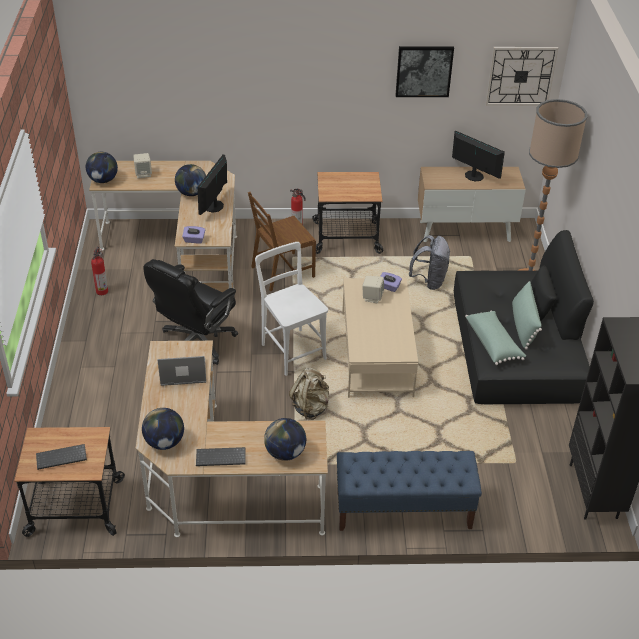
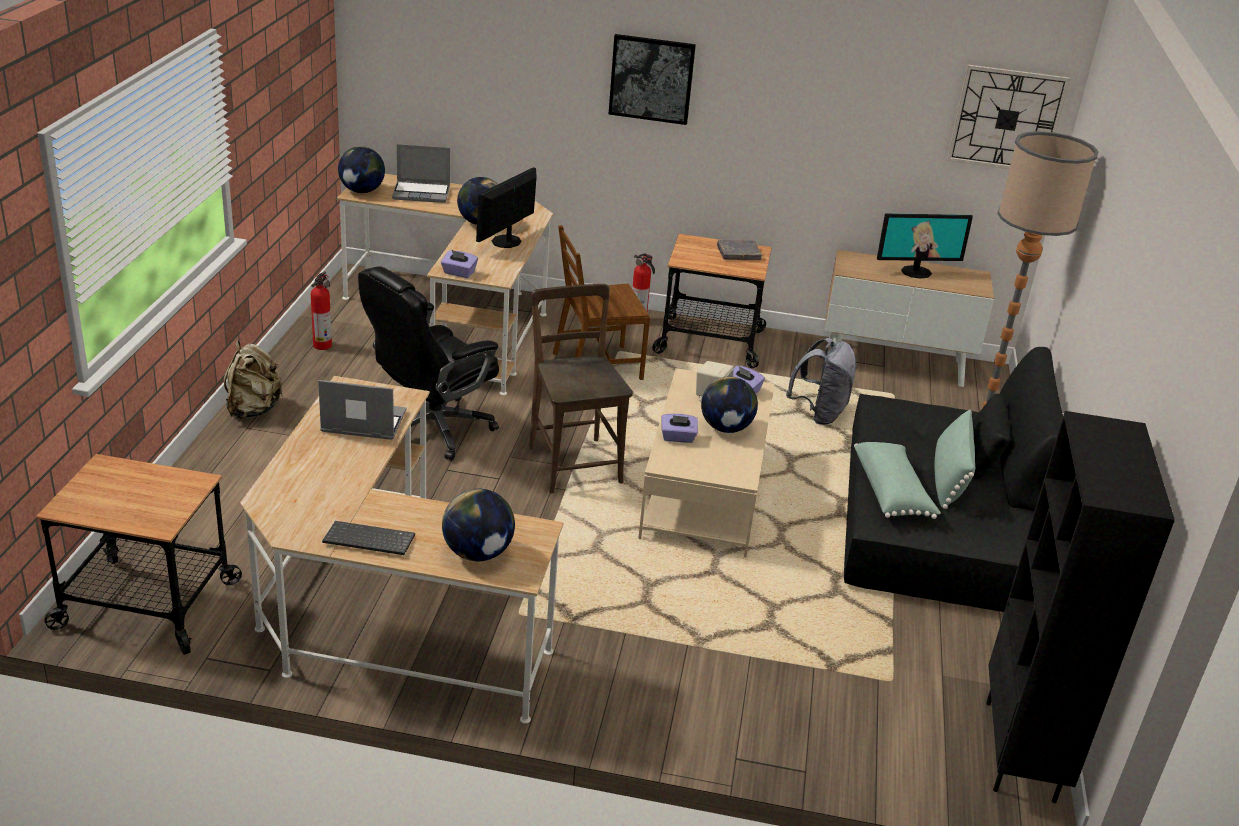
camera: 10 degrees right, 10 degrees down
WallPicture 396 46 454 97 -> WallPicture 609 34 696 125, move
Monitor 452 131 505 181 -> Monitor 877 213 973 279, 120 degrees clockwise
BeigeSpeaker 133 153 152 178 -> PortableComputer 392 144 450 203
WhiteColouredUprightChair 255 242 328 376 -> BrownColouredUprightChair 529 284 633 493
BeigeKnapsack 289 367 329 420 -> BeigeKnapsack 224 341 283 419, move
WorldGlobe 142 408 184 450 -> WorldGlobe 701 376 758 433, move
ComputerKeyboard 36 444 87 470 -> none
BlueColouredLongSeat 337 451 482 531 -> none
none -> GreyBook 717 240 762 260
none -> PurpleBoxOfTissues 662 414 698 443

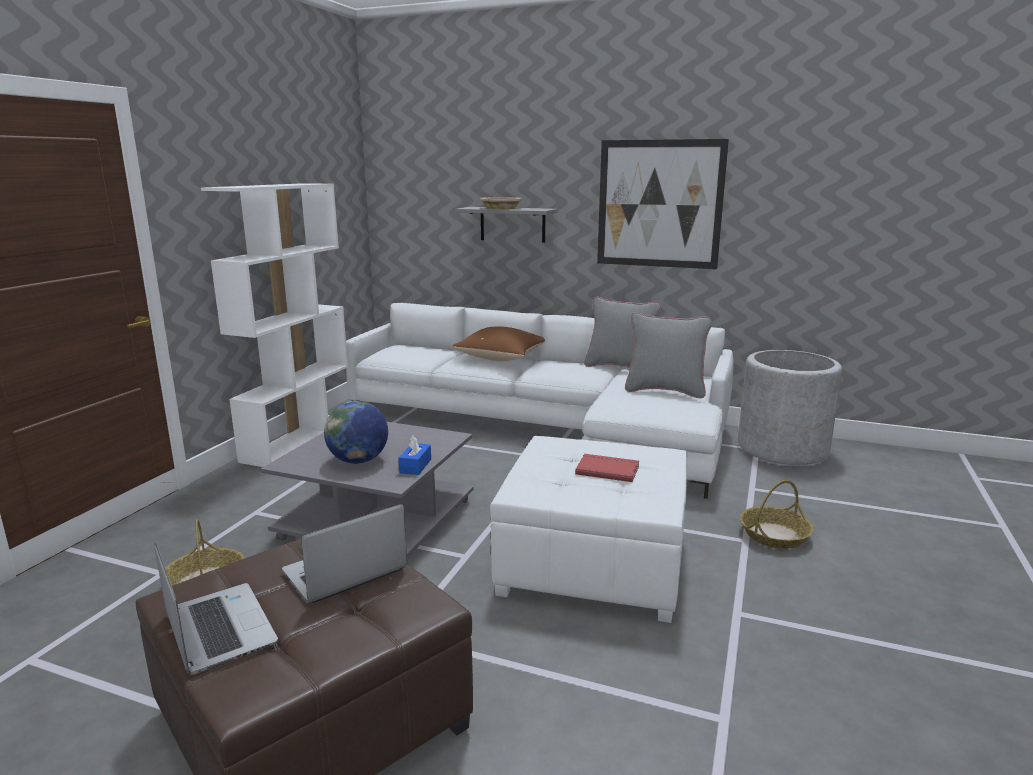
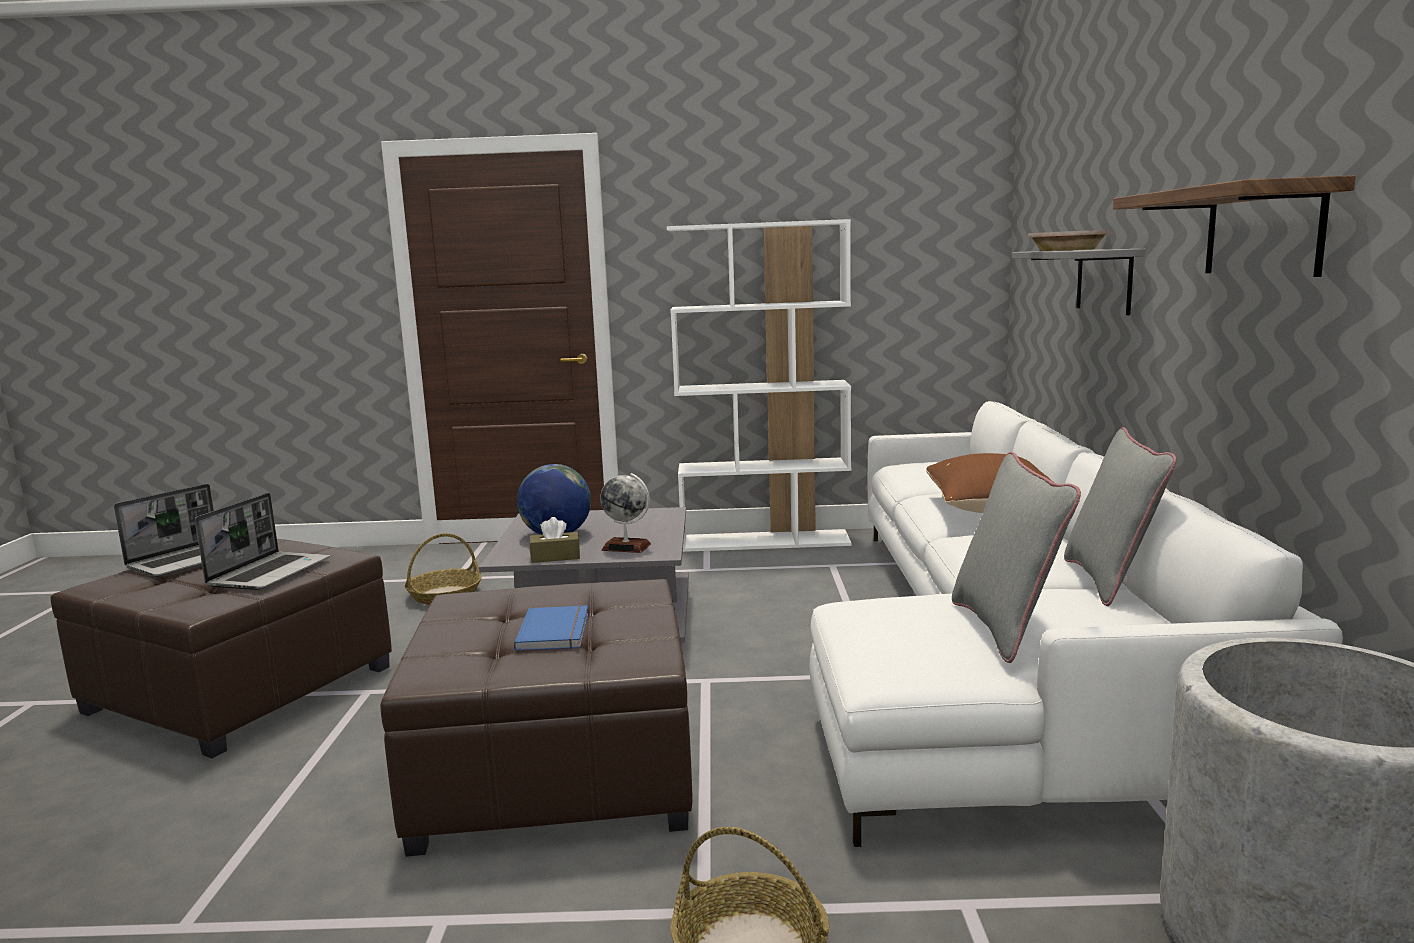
camera: 70 degrees right, 5 degrees down
WallPicture 597 139 729 269 -> Shelf 1113 175 1356 277
BlueColouredBoxOfTissues 399 436 431 475 -> BrownColouredBoxOfTissues 530 517 580 563
WhiteColouredPouffe 490 436 687 623 -> BrownColouredPouffe 380 579 693 857
RedColouredBook 575 454 639 482 -> BlueColouredBook 514 605 589 651
PortableComputer 282 504 407 603 -> PortableComputer 195 493 330 590, 75 degrees clockwise
none -> WorldGlobe 600 473 651 553

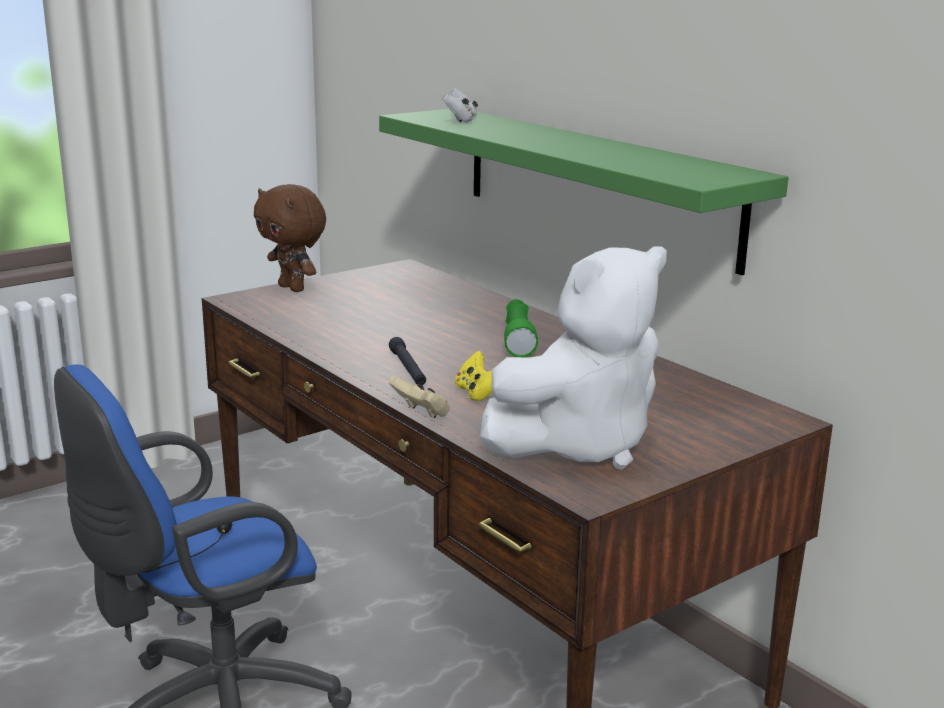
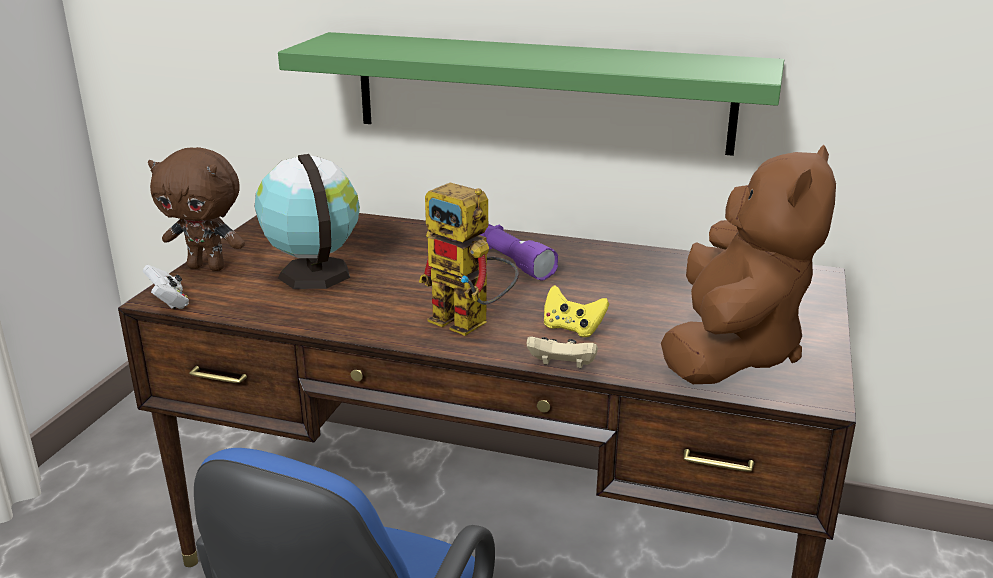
camera: 35 degrees left, 5 degrees up
WhiteColouredJoypad 442 88 478 123 -> WhiteColouredJoypad 143 265 189 309, move
WhiteColouredCuddlyToy 480 246 667 469 -> BrownColouredCuddlyToy 661 145 836 384
GreenColouredHandTorch 504 299 538 357 -> PurpleHandTorch 480 224 558 281
BlackHandTorch 389 337 426 385 -> RobotFigure 419 183 519 336
none -> WorldGlobe 254 154 360 289

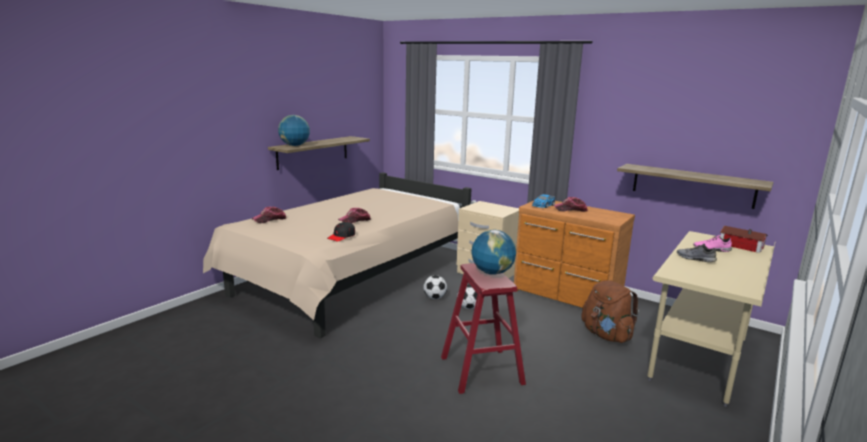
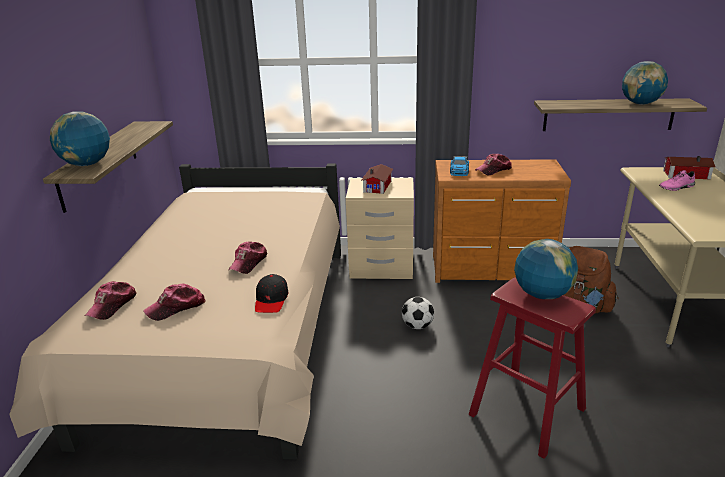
camera: 30 degrees left, 10 degrees up
GreyShoe 677 244 717 262 -> none
Football 423 275 447 299 -> none
none -> WorldGlobe 622 61 668 105
none -> ModelHouse 361 164 393 194
none -> BaseballCap 143 284 205 321

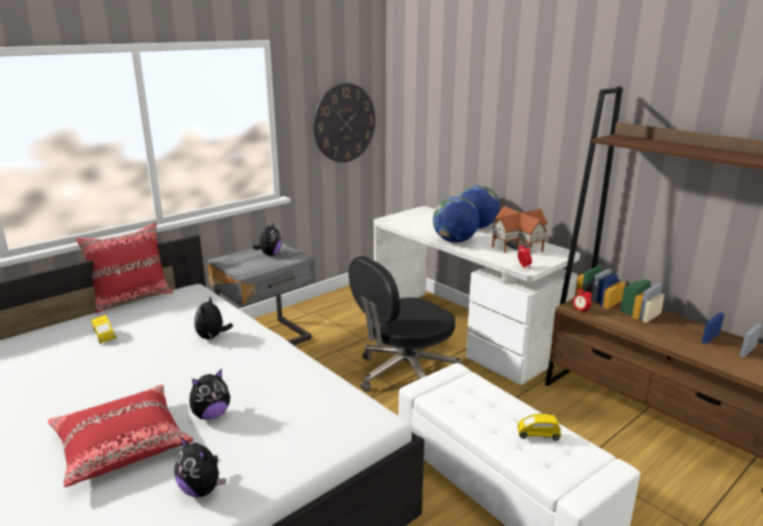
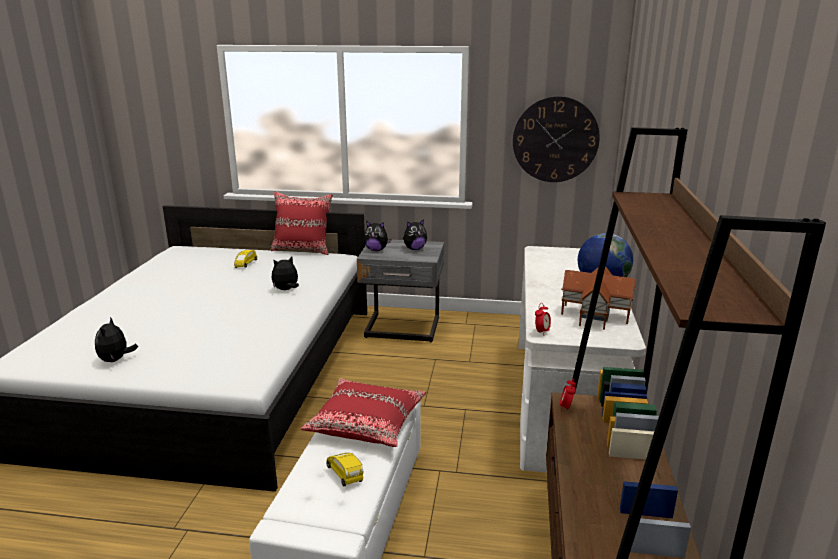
camera: 50 degrees right, 0 degrees up
WorldGlobe 433 197 479 243 -> none
BlackOfficeChair 349 256 461 391 -> none
CuddlyToy 189 369 230 420 -> CuddlyToy 364 221 391 251, move
RedColouredCushion 48 385 194 487 -> RedColouredCushion 301 379 426 447, move

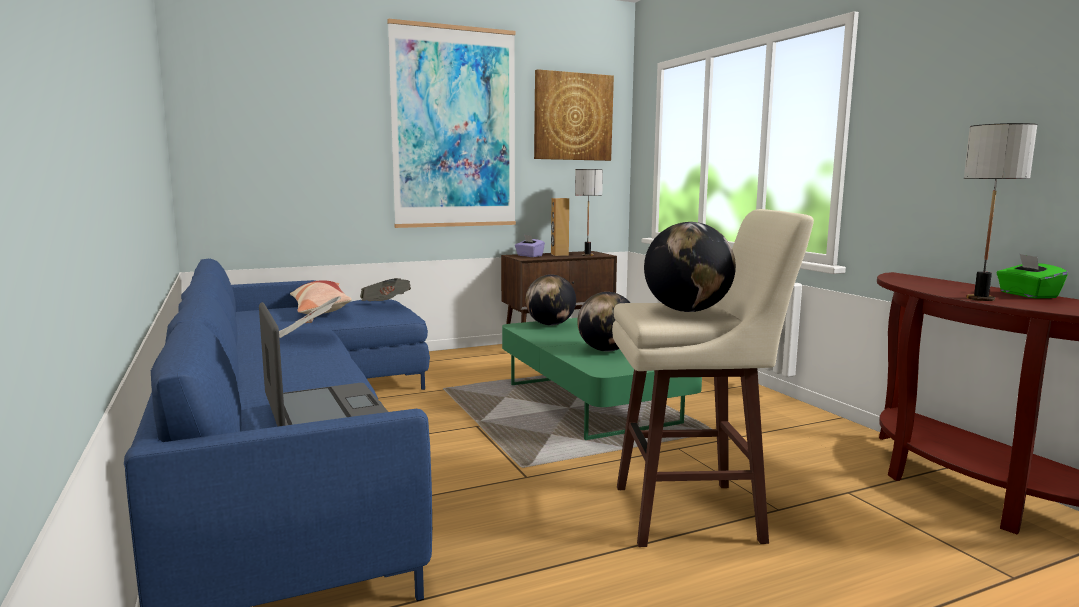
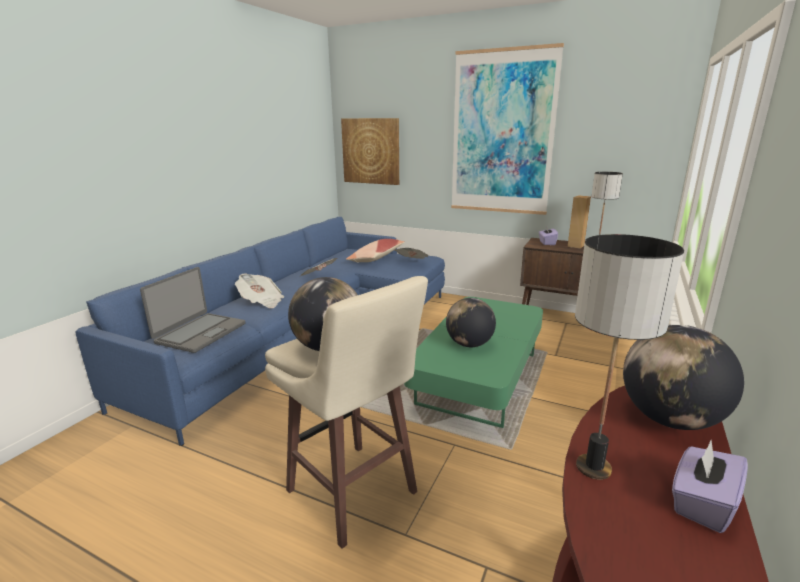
camera: 50 degrees right, 10 degrees up
WallPicture 534 69 614 161 -> WallPicture 341 118 399 185, move
GreenColouredBoxOfTissues 997 254 1068 298 -> PurpleBoxOfTissues 672 441 748 533
WorldGlobe 526 274 576 325 -> WorldGlobe 623 325 744 430, move
none -> PrintedPaper 235 274 285 308

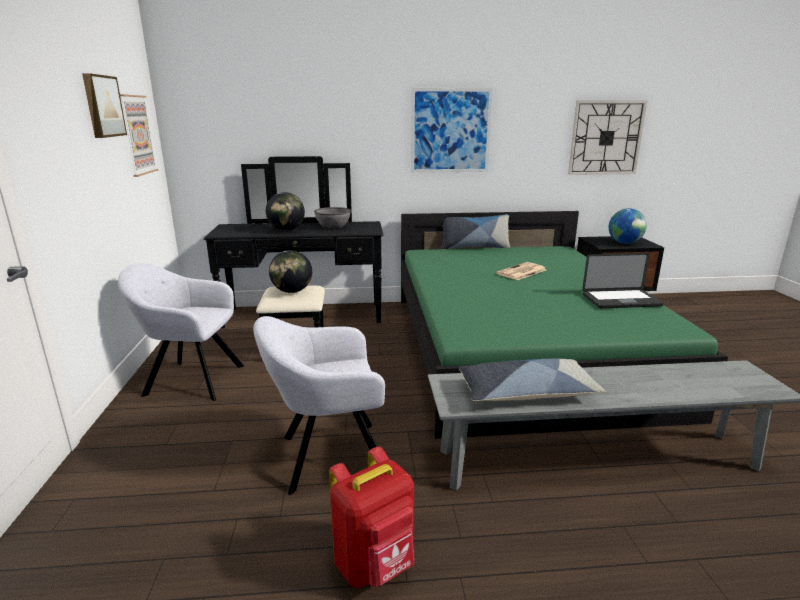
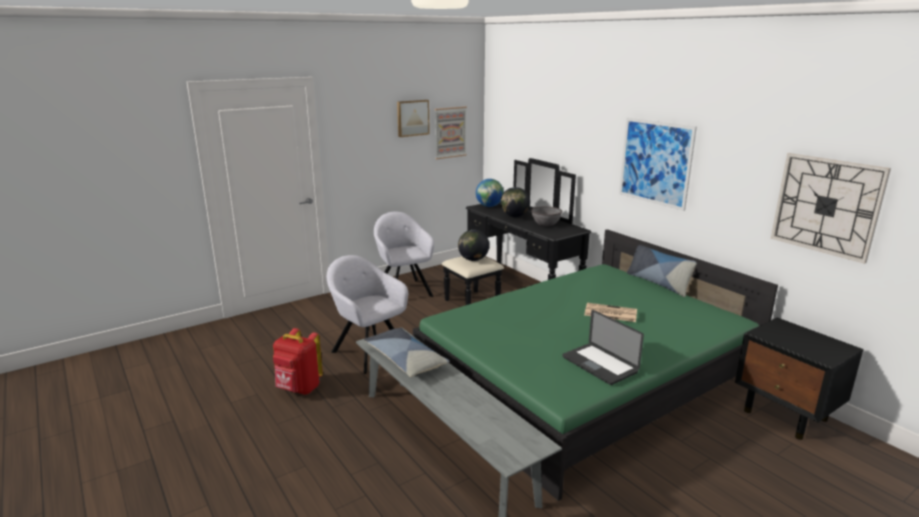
camera: 60 degrees right, 0 degrees up
WorldGlobe 609 208 647 244 -> WorldGlobe 476 179 504 207, move

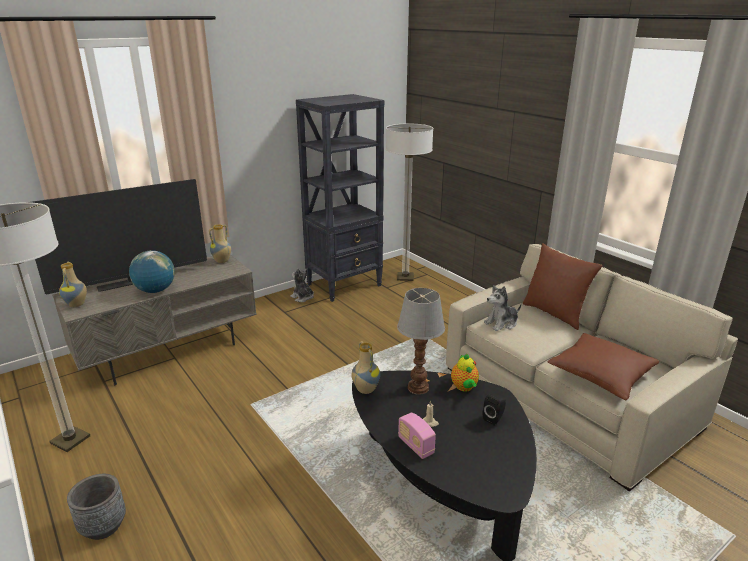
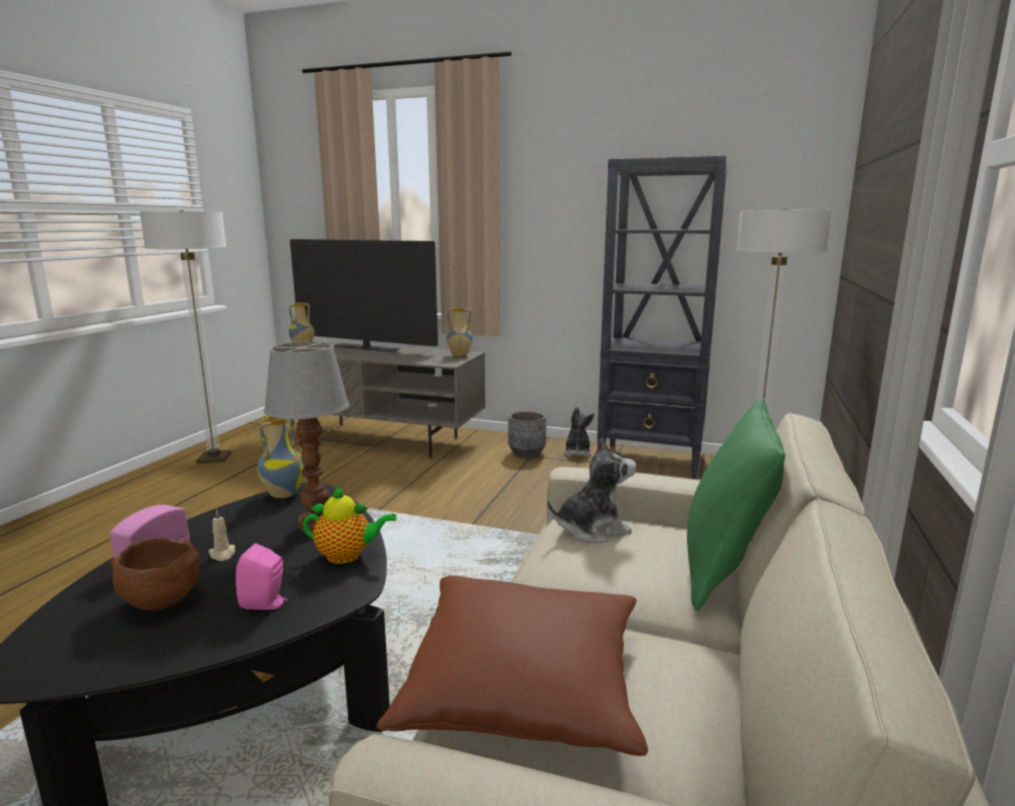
camera: 55 degrees right, 10 degrees down
BrownColouredCushion 523 243 602 330 -> GreenColouredCushion 687 398 785 611
WorldGlobe 129 250 175 293 -> none
CuddlyToy 484 285 522 331 -> CuddlyToy 547 437 636 543, 135 degrees clockwise
PotForTea 451 354 479 392 -> PotForTea 303 486 397 564, 135 degrees counterclockwise
BlackSpeaker 483 394 506 425 -> PinkSpeaker 236 543 288 610
GreyPlanter 67 474 126 540 -> GreyPlanter 508 411 546 458, move
none -> BrownColouredServingBowl 111 538 200 611

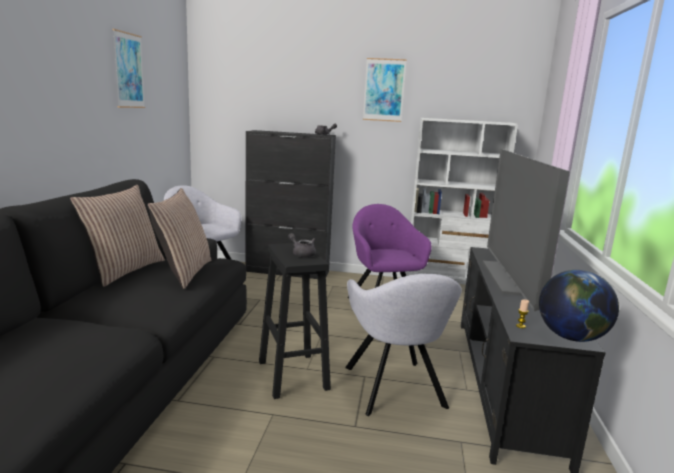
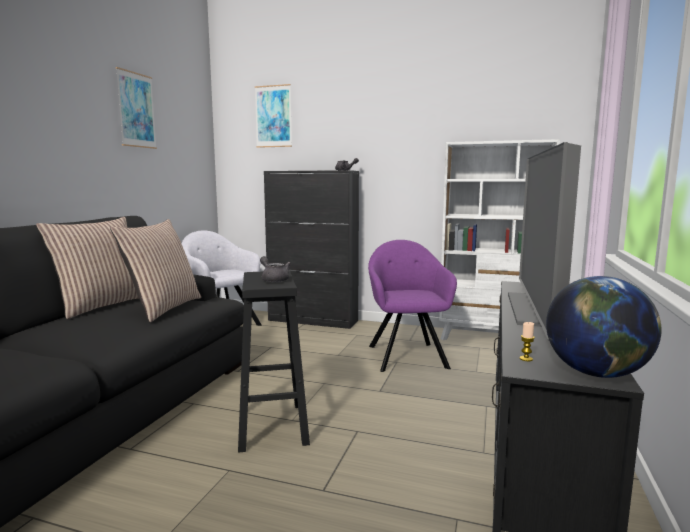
camera: 10 degrees right, 5 degrees down
WallPicture 363 58 407 122 -> WallPicture 255 84 292 148, move
GreyArmchair 345 274 462 416 -> none

